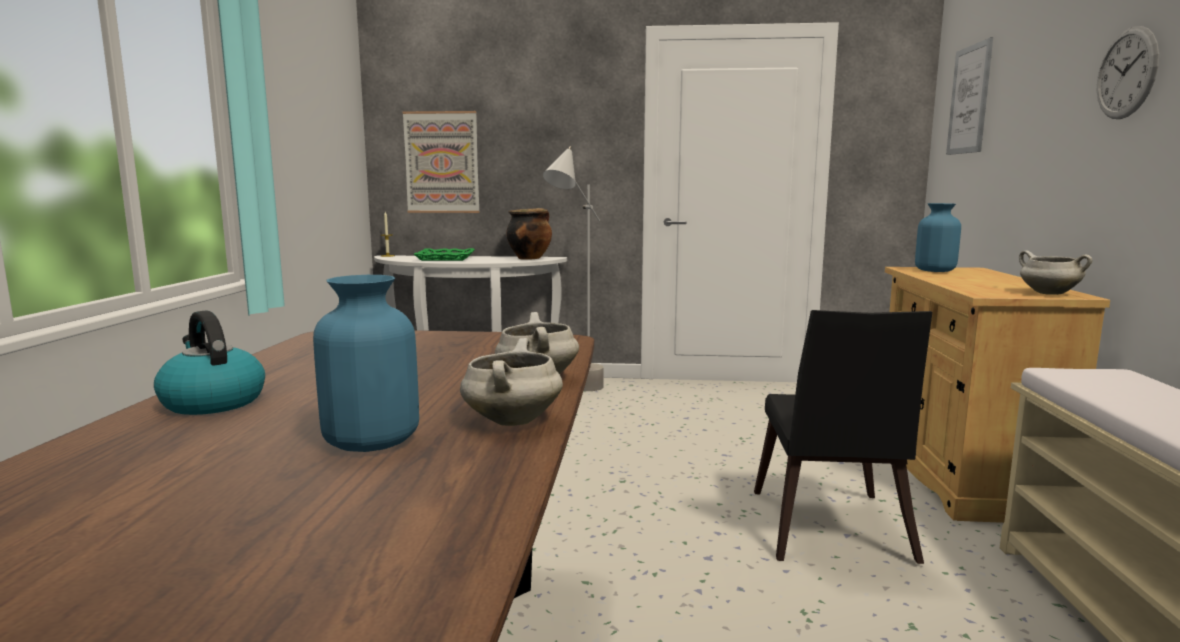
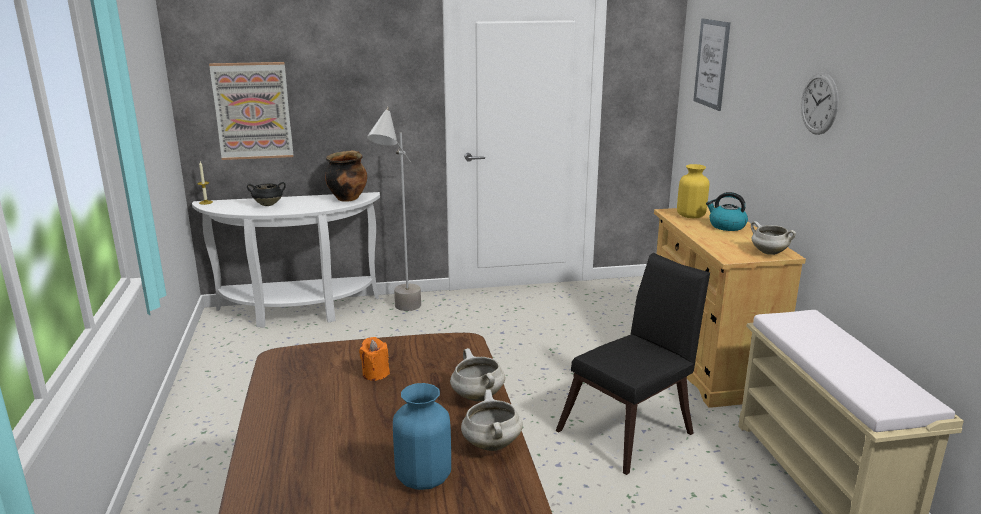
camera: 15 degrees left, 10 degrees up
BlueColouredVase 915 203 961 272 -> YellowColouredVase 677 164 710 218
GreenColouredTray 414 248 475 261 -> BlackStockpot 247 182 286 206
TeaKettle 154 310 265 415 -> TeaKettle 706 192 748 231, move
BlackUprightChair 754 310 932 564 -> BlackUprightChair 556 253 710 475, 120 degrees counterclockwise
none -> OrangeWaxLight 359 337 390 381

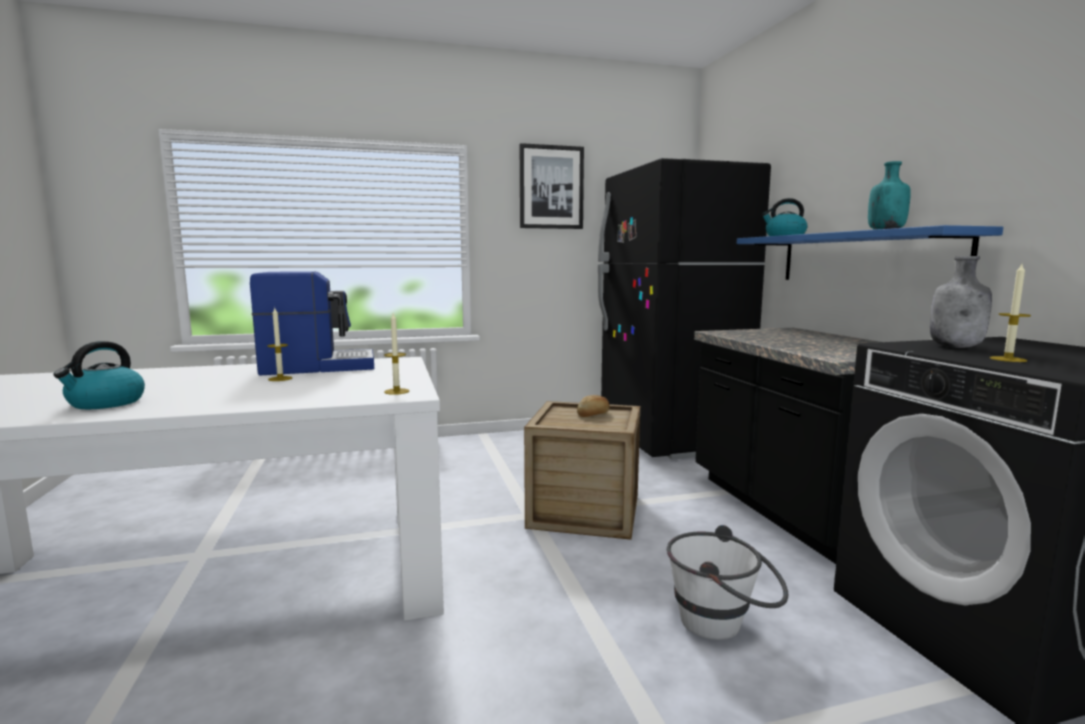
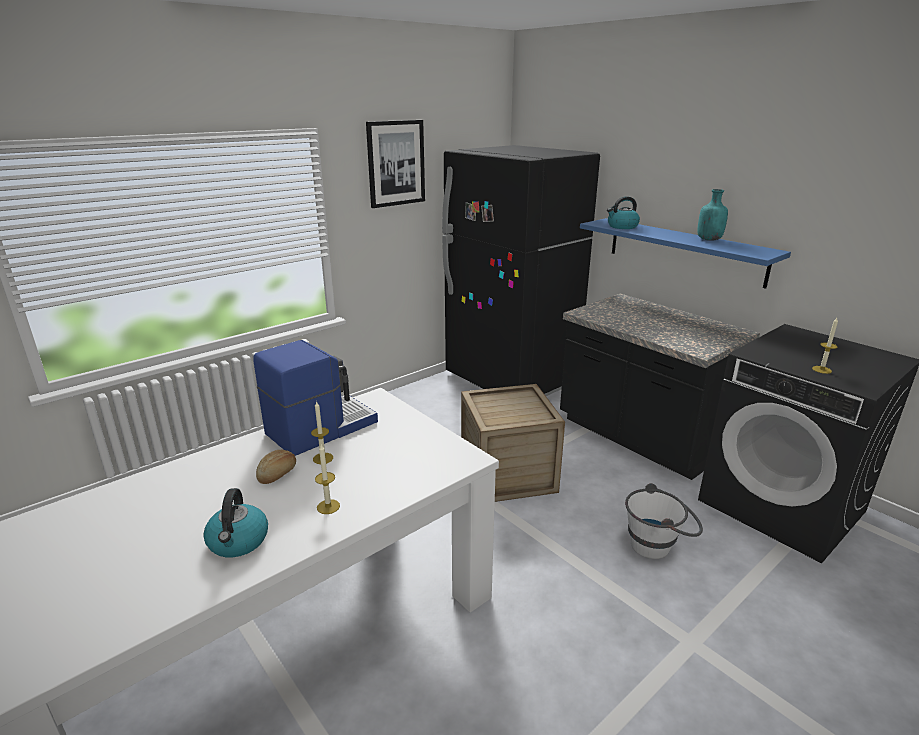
camera: 25 degrees left, 15 degrees up
GreyBeverageBottle 930 256 992 348 -> none
WaxLight 384 313 409 395 -> WaxLight 315 445 340 514, move
Bread 577 395 610 417 -> Bread 256 450 296 484, move

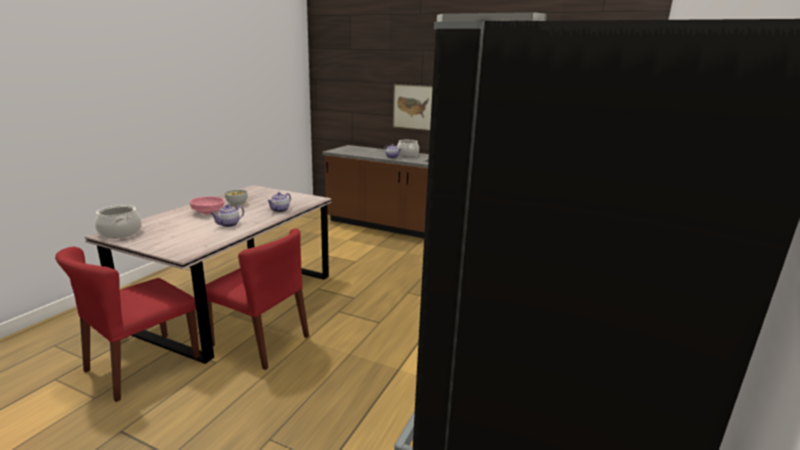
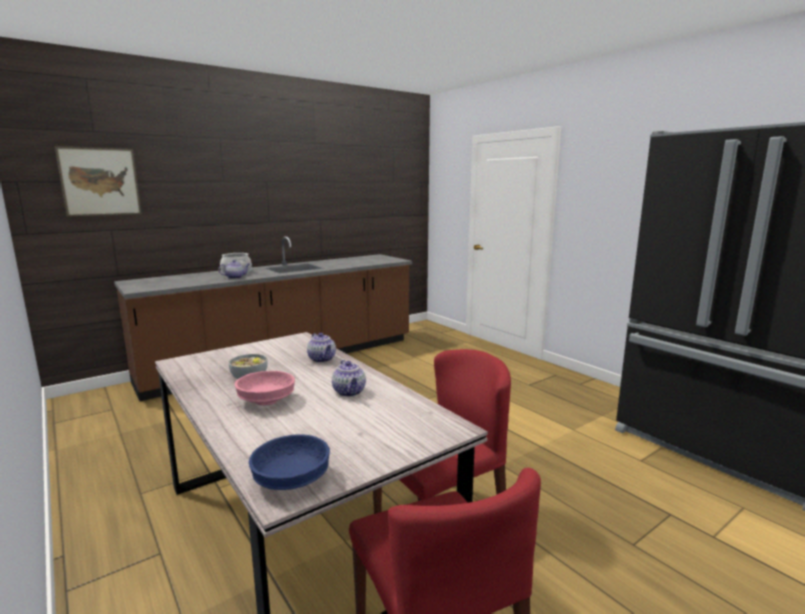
camera: 60 degrees left, 5 degrees down
WallPicture 392 84 433 131 -> WallPicture 55 146 142 217, move
Stockpot 95 205 142 239 -> BlueColouredServingBowl 249 434 330 490

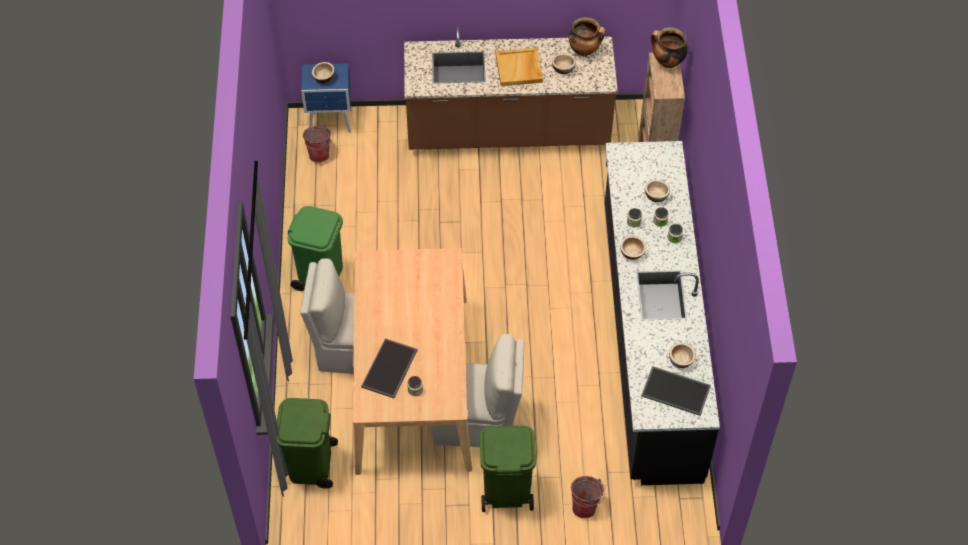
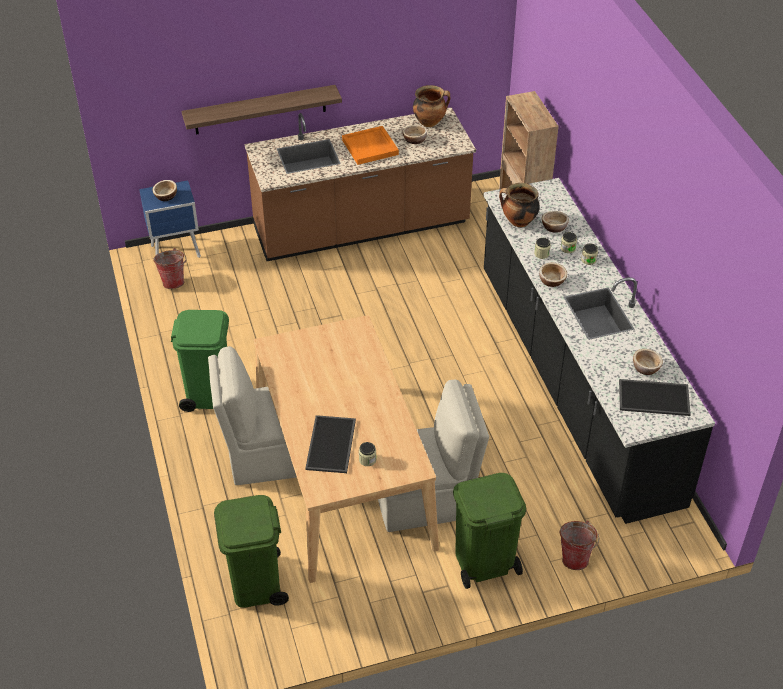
camera: 15 degrees left, 10 degrees down
Stockpot 651 27 688 68 -> Stockpot 499 183 540 227, move
BeigeTray 496 48 543 86 -> OrangeTray 342 126 399 165
none -> Shelf 182 85 342 134

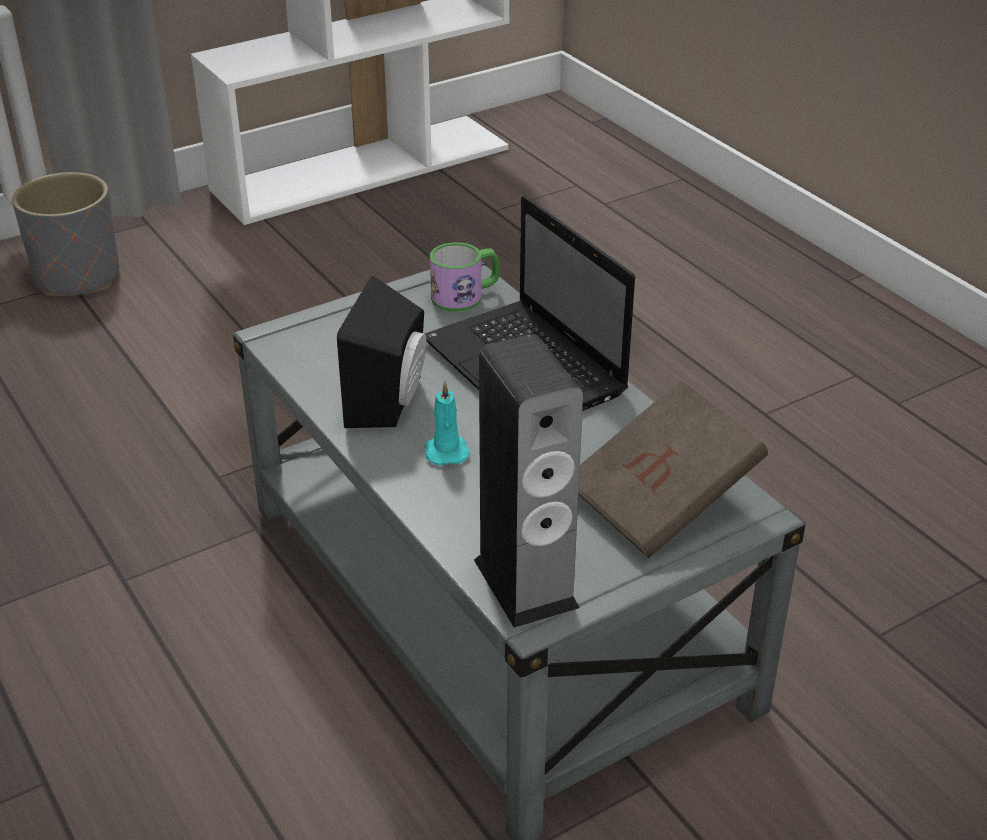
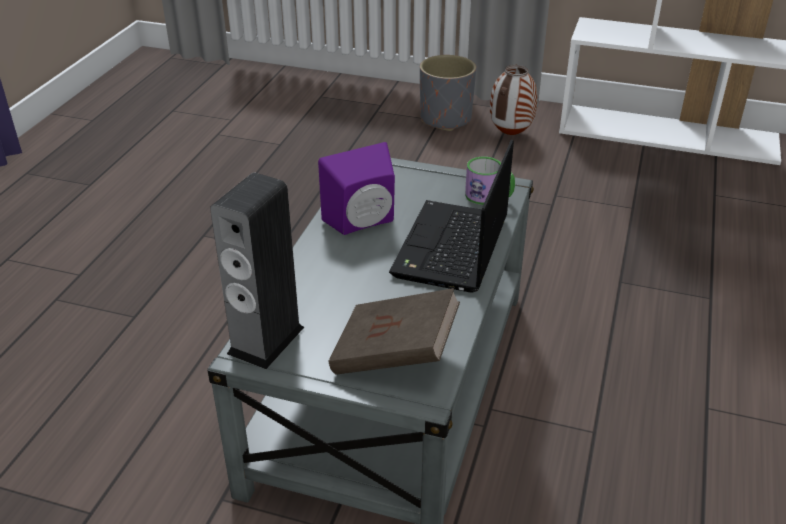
camera: 50 degrees right, 0 degrees up
BlackSpeaker 337 275 427 428 -> PurpleSpeaker 318 142 395 235
TurquoiseColouredWaxLight 425 381 470 466 -> none
none -> Vase 490 65 537 135

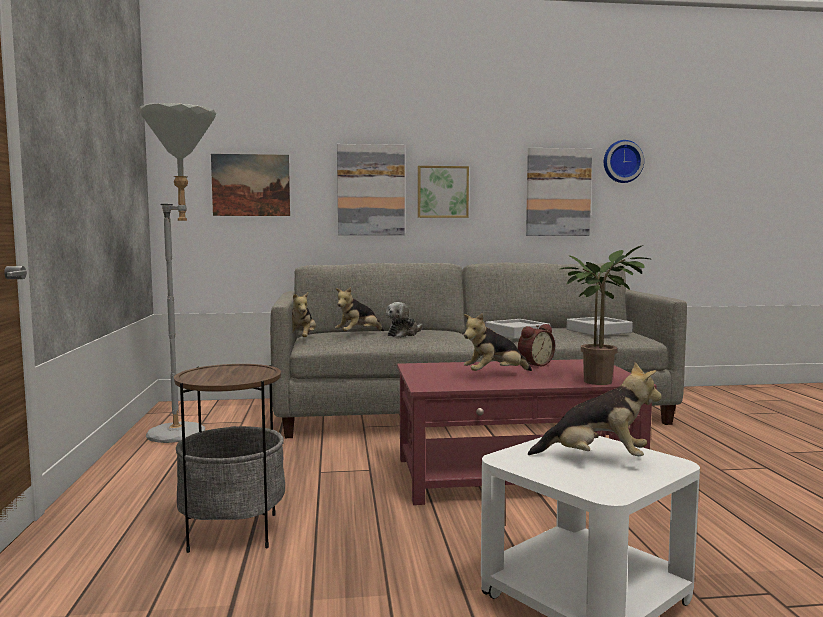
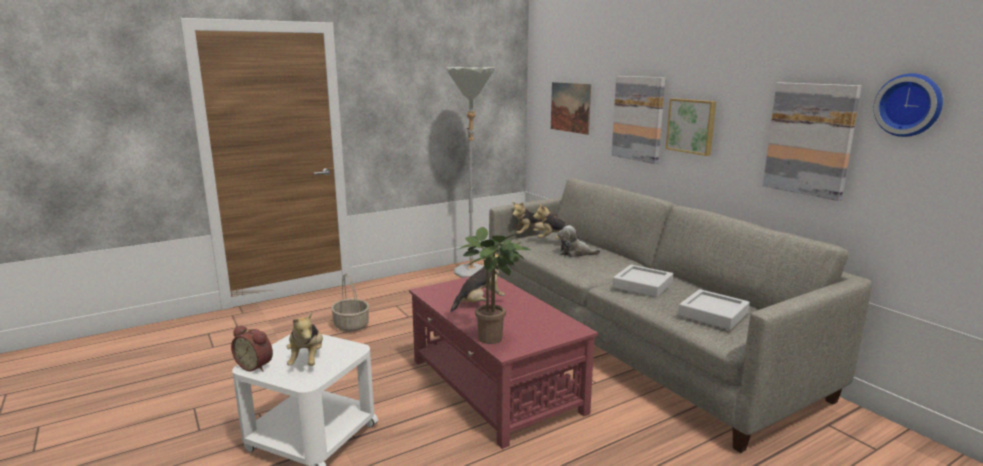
camera: 65 degrees right, 10 degrees up
CuddlyToy 464 313 532 371 -> CuddlyToy 450 254 505 312, 105 degrees clockwise
BedsideClock 518 324 555 366 -> BedsideClock 231 325 273 372, move
SideTable 174 364 285 553 -> StorageBasket 331 273 369 332

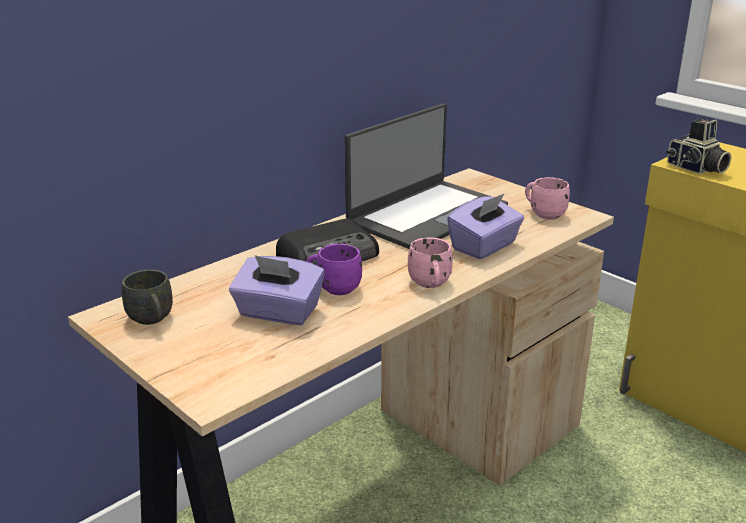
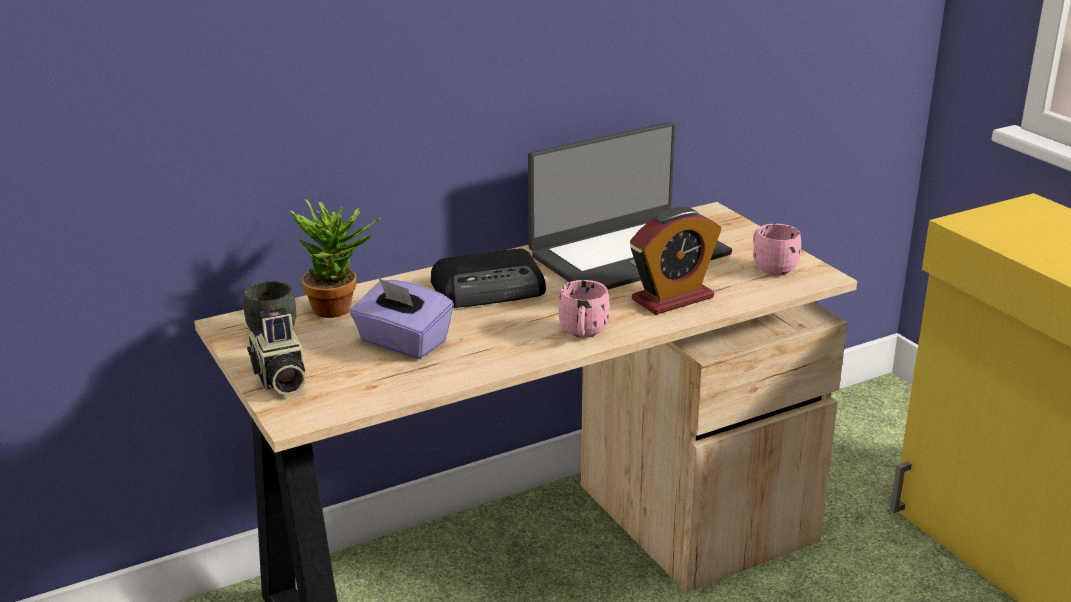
camera: 15 degrees right, 0 degrees up
PhotoCamera 666 119 731 174 -> PhotoCamera 247 308 306 395, move
PurpleBoxOfTissues 447 193 524 259 -> BedsideClock 630 207 721 315
PurpleTeaMug 306 244 362 295 -> none
none -> PottedPlant 290 199 381 318

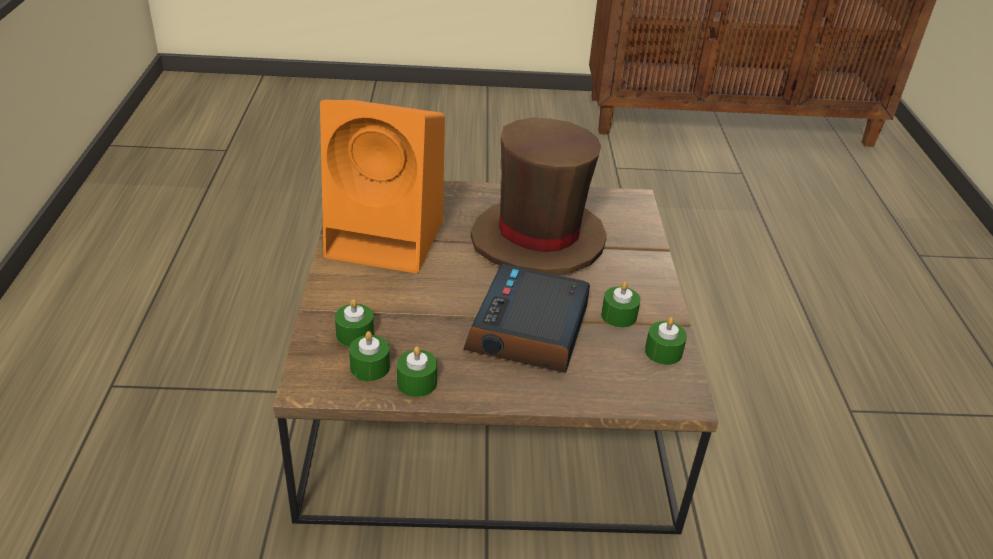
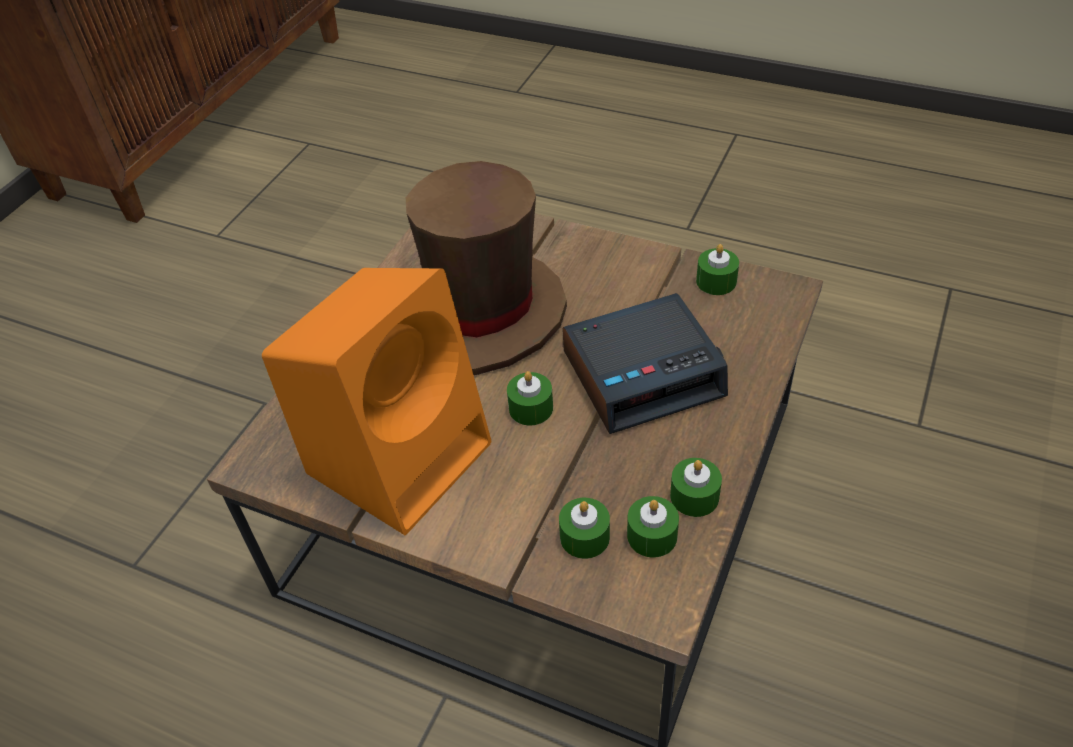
camera: 60 degrees left, 10 degrees up
BedsideClock 463 264 590 373 -> BedsideClock 562 293 728 434, 60 degrees counterclockwise
GreenColouredWaxLight 601 282 640 328 -> GreenColouredWaxLight 507 371 553 426, move

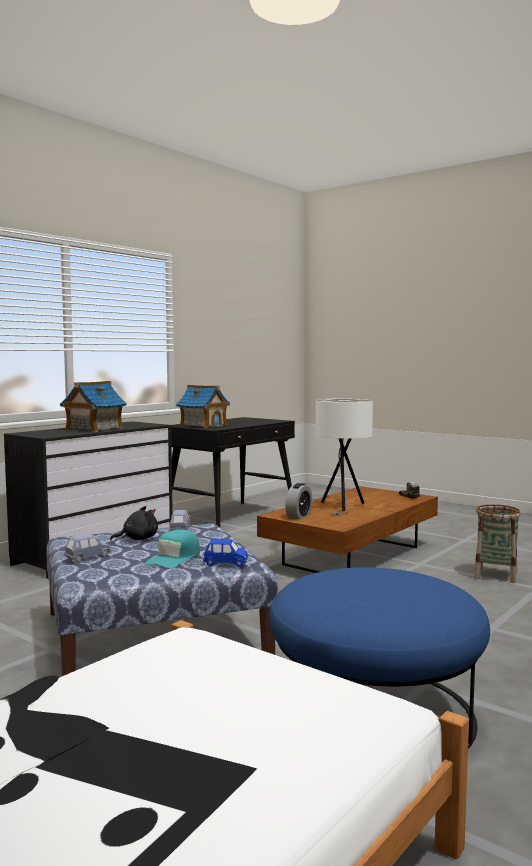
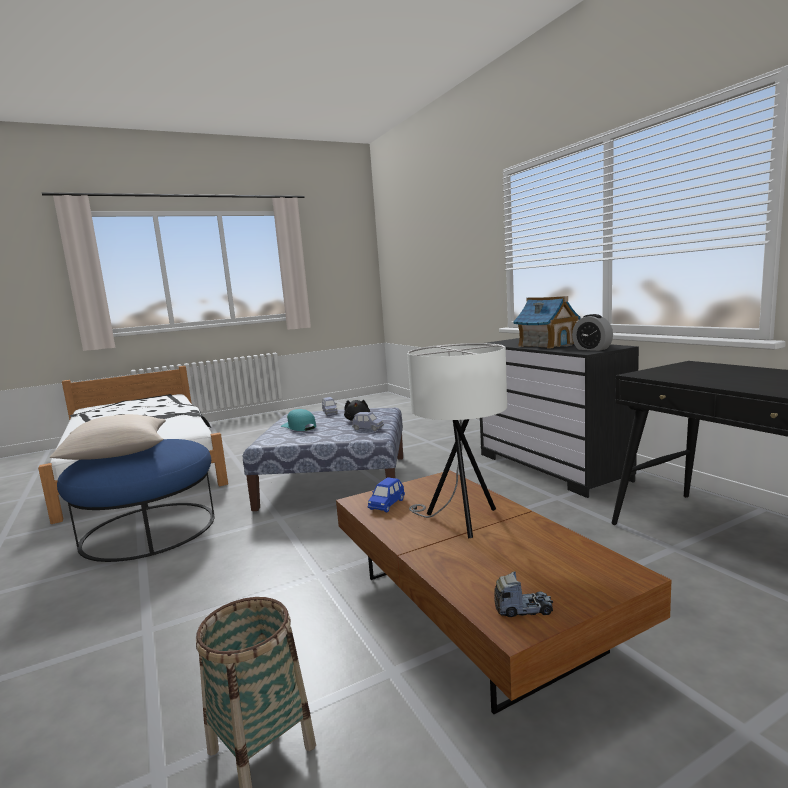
camera: 115 degrees right, 5 degrees up
ModelHouse 176 385 230 428 -> none
BedsideClock 285 483 312 519 -> BedsideClock 572 314 613 351, move
BlueColouredToyCar 203 539 249 567 -> BlueColouredToyCar 368 477 405 512, move
none -> BeigeCushion 50 414 166 460

